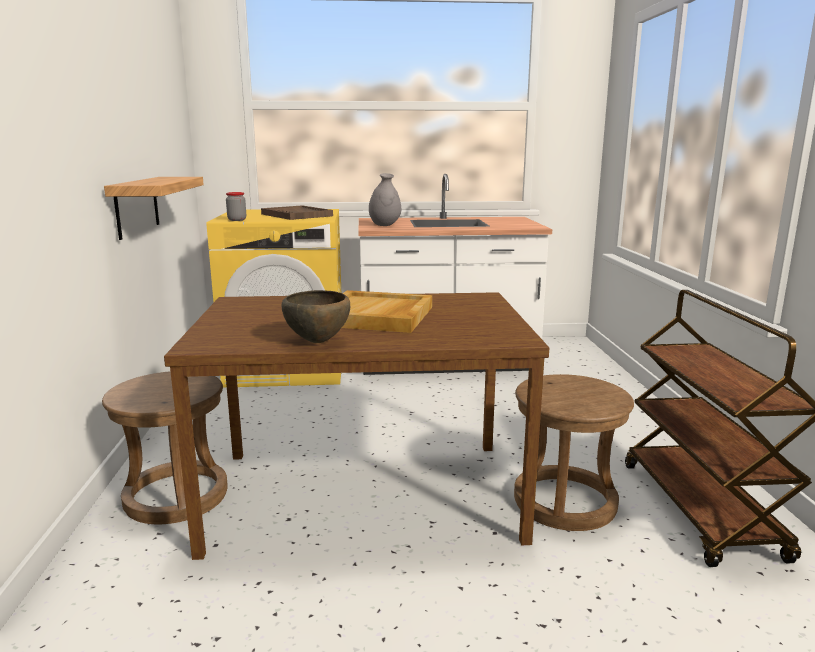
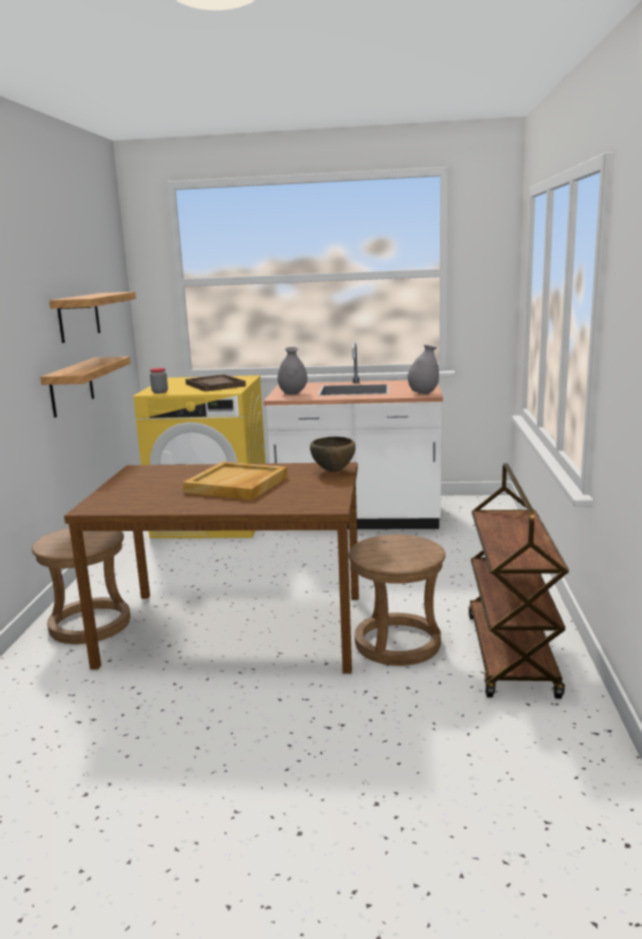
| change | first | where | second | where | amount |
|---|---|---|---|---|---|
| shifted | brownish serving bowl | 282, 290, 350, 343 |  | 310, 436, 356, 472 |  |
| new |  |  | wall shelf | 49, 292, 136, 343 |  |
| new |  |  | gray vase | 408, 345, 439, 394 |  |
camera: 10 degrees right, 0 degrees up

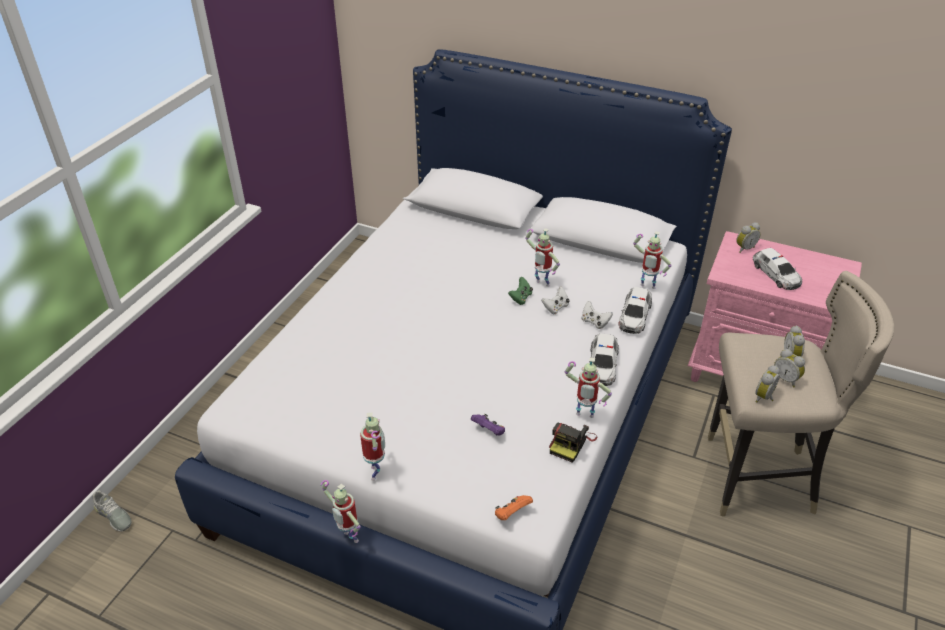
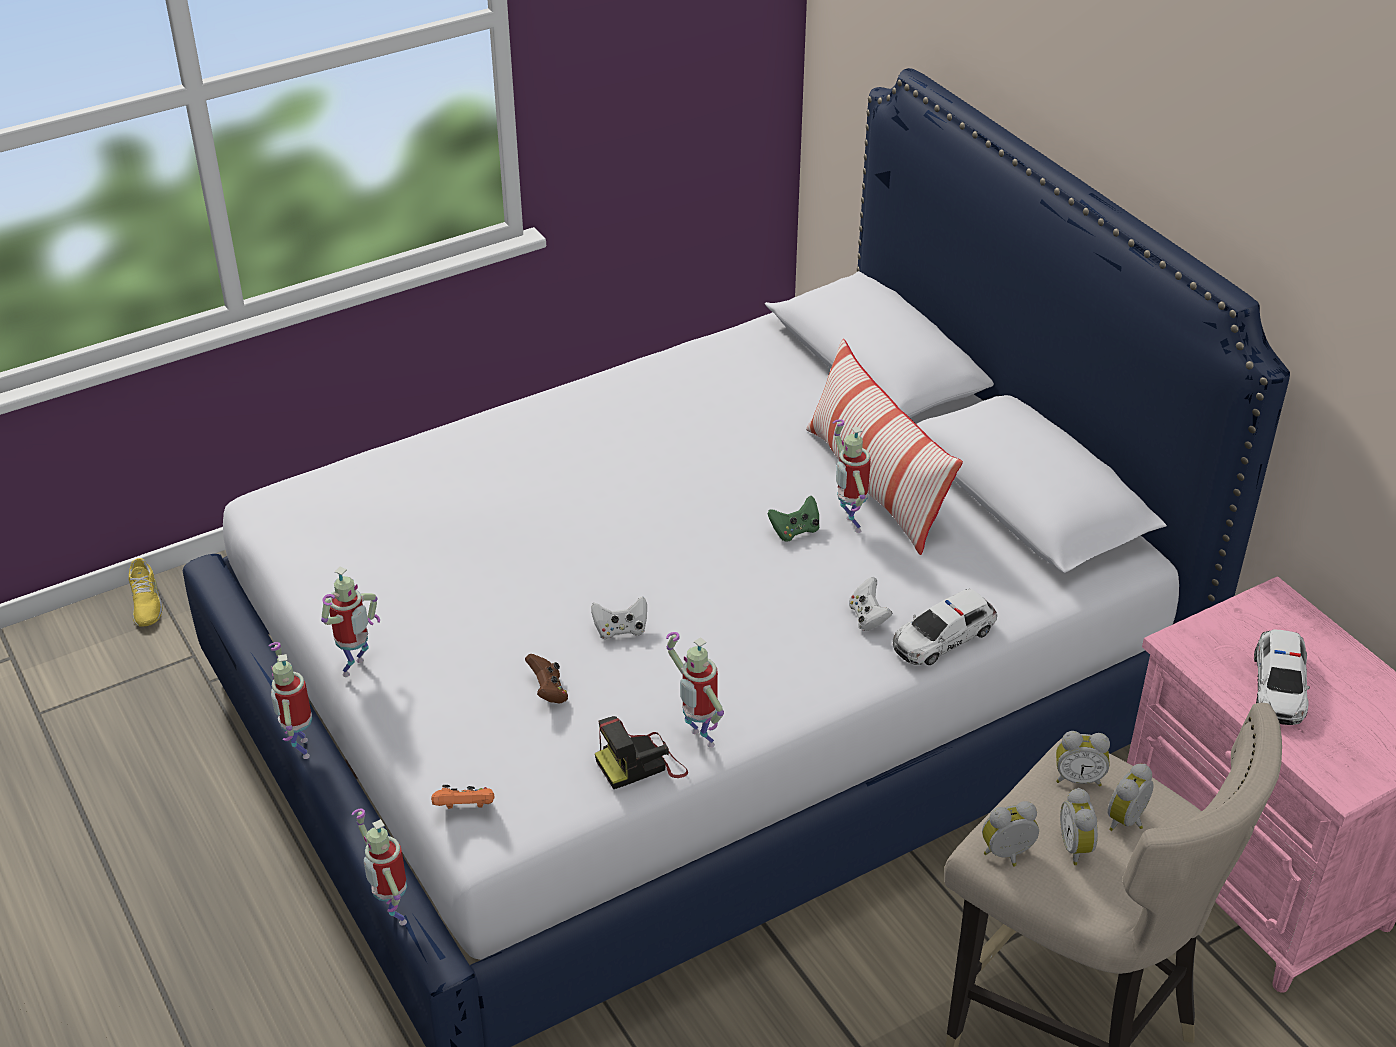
| change | first | where | second | where | amount |
|---|---|---|---|---|---|
| shifted | table clock | 736, 223, 761, 253 |  | 1056, 731, 1110, 786 |  |
| shifted | model robot | 633, 231, 672, 289 |  | 352, 809, 407, 926 |  |
| shifted | white-coloured gamepad | 542, 286, 569, 314 |  | 591, 597, 647, 640 |  |
| gone | toy car | 589, 334, 619, 386 |  |  |  |
| repainted | purple-coloured gamepad | 471, 414, 505, 436 | brownish gamepad | 525, 654, 568, 704 |  |
| repainted | gray shoe | 93, 491, 132, 532 | yellow shoe | 129, 558, 163, 627 |  |
| new |  |  | throw pillow | 806, 338, 963, 555 |  |
camera: 35 degrees right, 0 degrees up

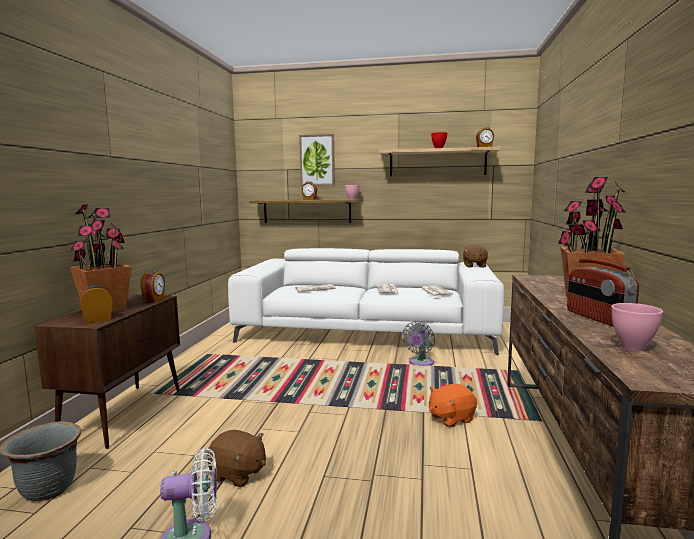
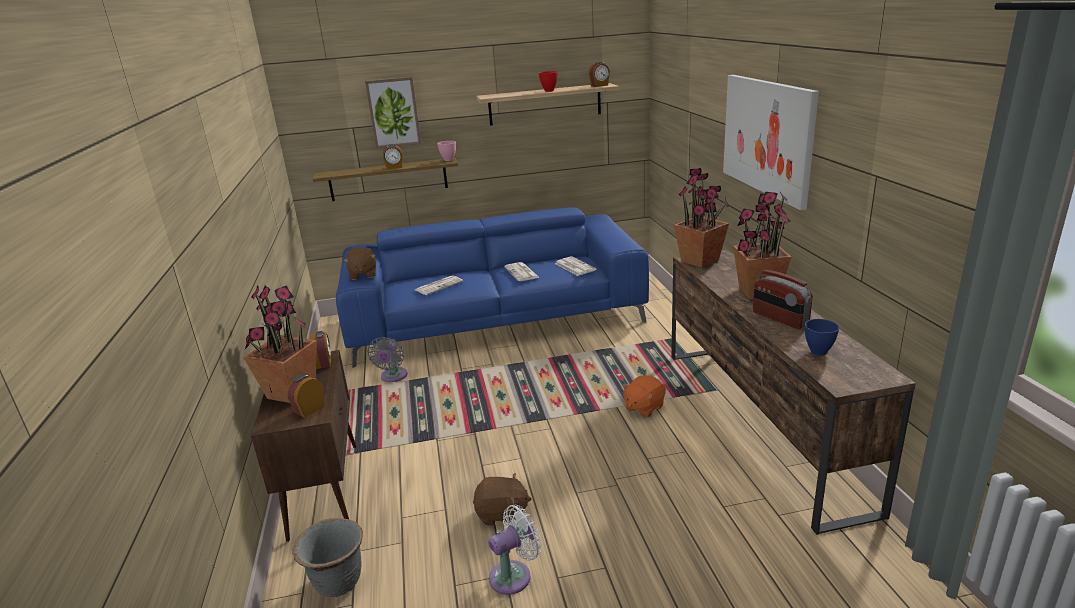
| change | first | where | second | where | amount |
|---|---|---|---|---|---|
| shifted | brownish plush toy | 463, 244, 490, 268 |  | 343, 247, 376, 280 |  |
| repainted | white-coloured settee | 228, 248, 504, 355 | bluish settee | 336, 207, 649, 368 |  |
| repainted | pink-coloured serving bowl | 611, 303, 663, 351 | bluish serving bowl | 805, 319, 839, 356 |  |
| shifted | gray electric fan | 402, 321, 435, 366 |  | 367, 337, 408, 382 |  |
| new |  |  | wall picture | 723, 75, 819, 210 |  |
| new |  |  | plant in a pot | 674, 168, 729, 268 |  |
camera: 20 degrees left, 15 degrees up

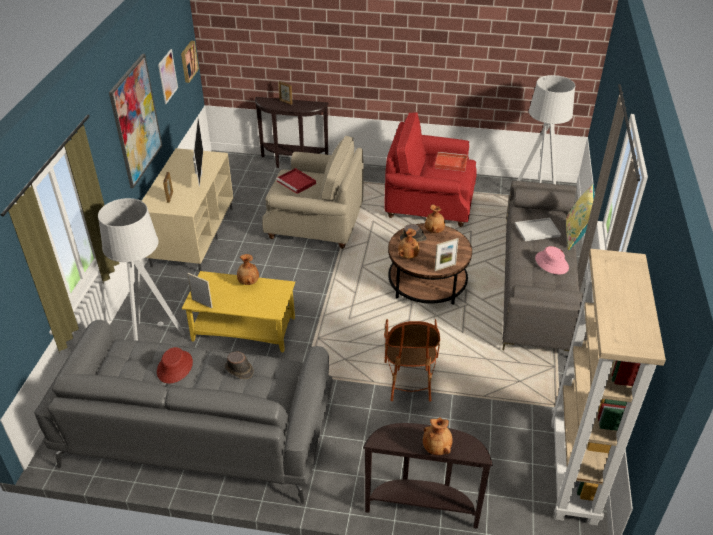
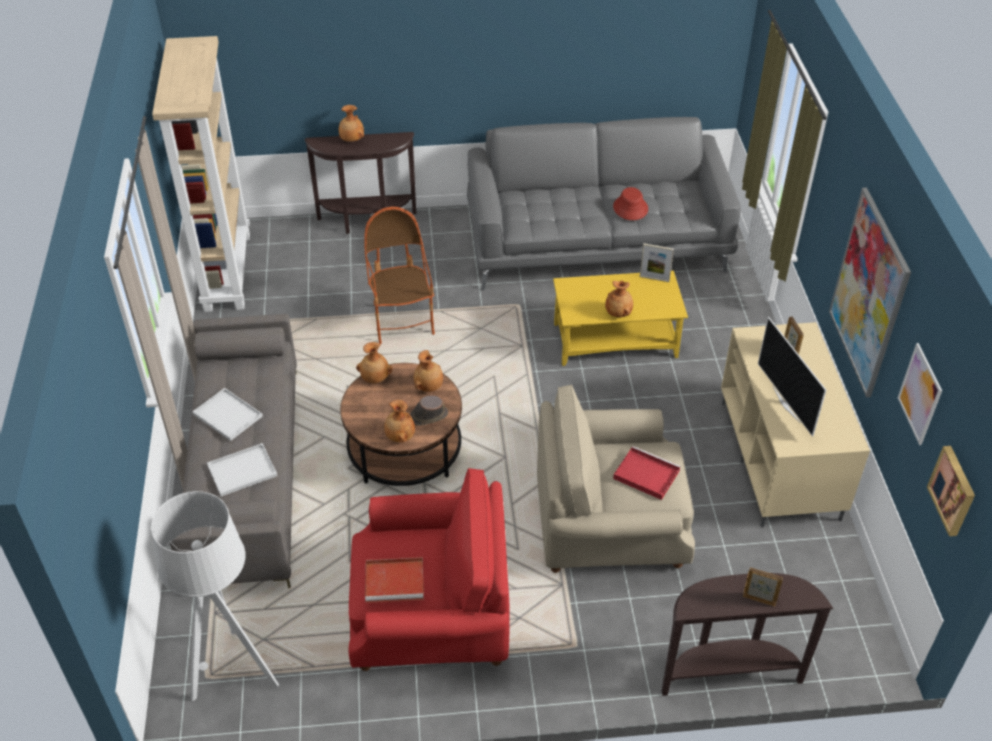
| change | first | where | second | where | amount |
|---|---|---|---|---|---|
| gone | yellow throw pillow | 566, 184, 595, 250 |  |  |  |
| gone | gray standing lamp | 98, 198, 185, 341 |  |  |  |
| swapped | picture frame | 435, 238, 459, 271 | brownish vase | 356, 342, 393, 383 |  |
| swapped | pink-coloured wearable hat | 535, 246, 569, 274 | white-coloured tray | 192, 388, 263, 441 |  |
| gone | brownish wearable hat | 225, 351, 254, 379 |  |  |  |
camera: 165 degrees right, 5 degrees up

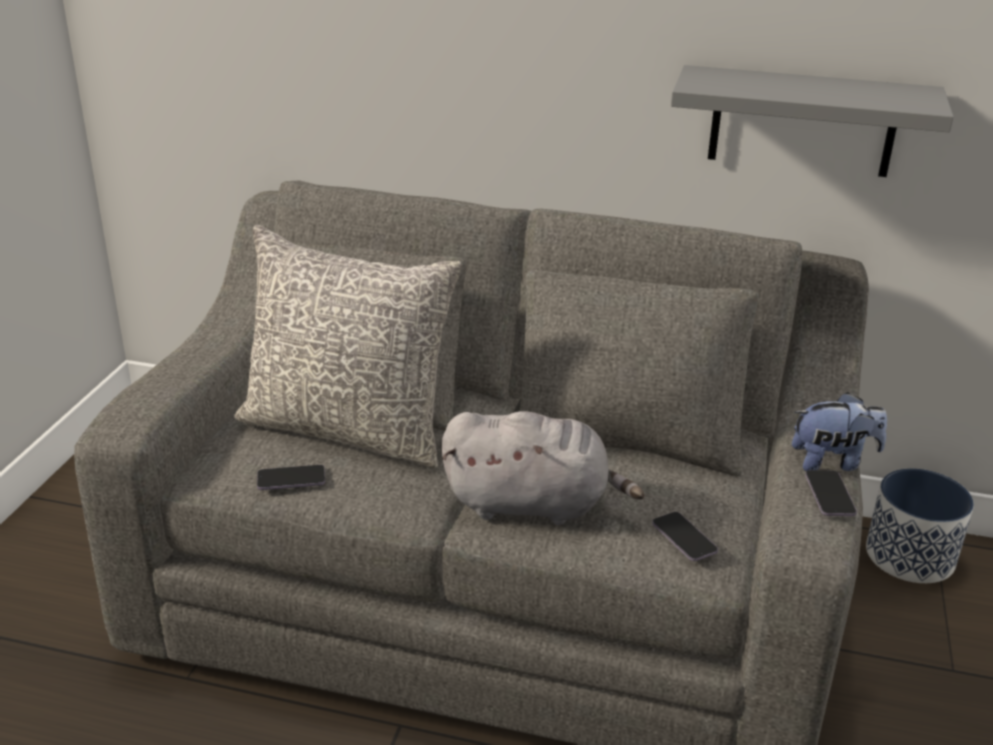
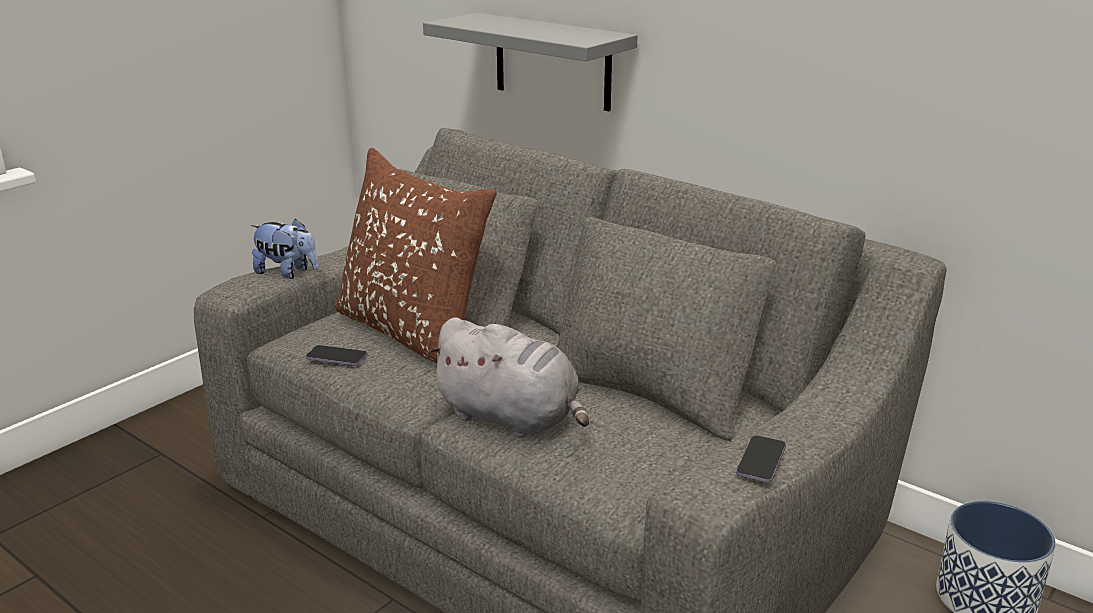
| change | first | where | second | where | amount |
|---|---|---|---|---|---|
| shifted | gray wall shelf | 671, 65, 954, 177 |  | 423, 13, 638, 111 |  |
| repainted | gray throw pillow | 235, 225, 462, 468 | brownish throw pillow | 335, 148, 497, 363 |  |
| shifted | plush toy | 792, 392, 887, 471 |  | 251, 218, 319, 279 |  |
| gone | handset | 652, 512, 718, 561 |  |  |  |
camera: 25 degrees right, 5 degrees down

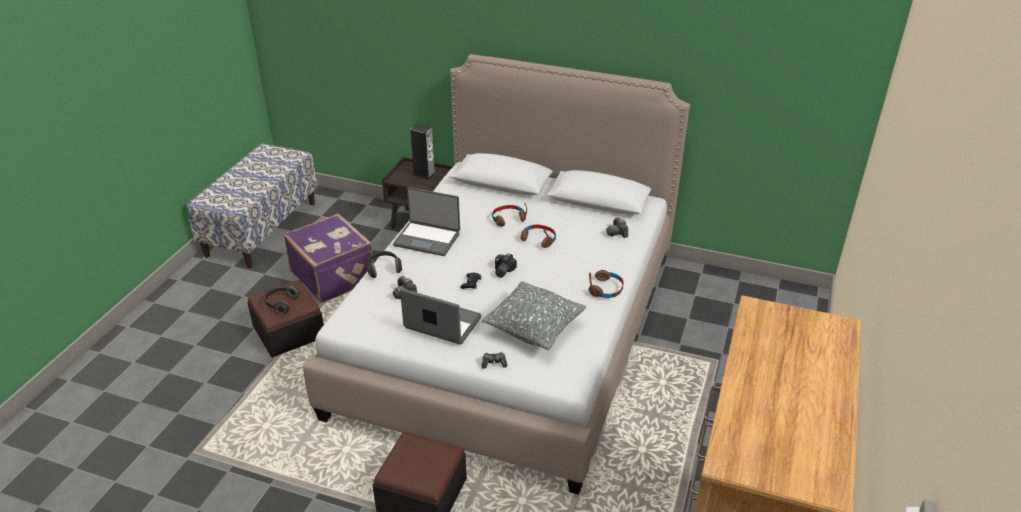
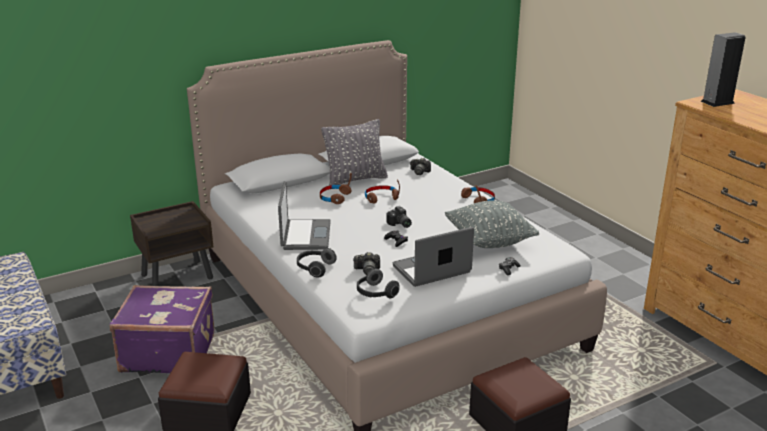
| change | first | where | second | where | amount |
|---|---|---|---|---|---|
| shifted | audio speaker | 410, 124, 436, 180 |  | 701, 32, 745, 107 |  |
| rotated | portable computer | 393, 187, 460, 256 |  | 278, 181, 331, 250 | 60 degrees counterclockwise |
| shifted | headset | 264, 285, 300, 313 |  | 357, 268, 400, 298 |  |
| new |  |  | gray throw pillow | 321, 119, 388, 186 |  |
camera: 50 degrees left, 10 degrees down

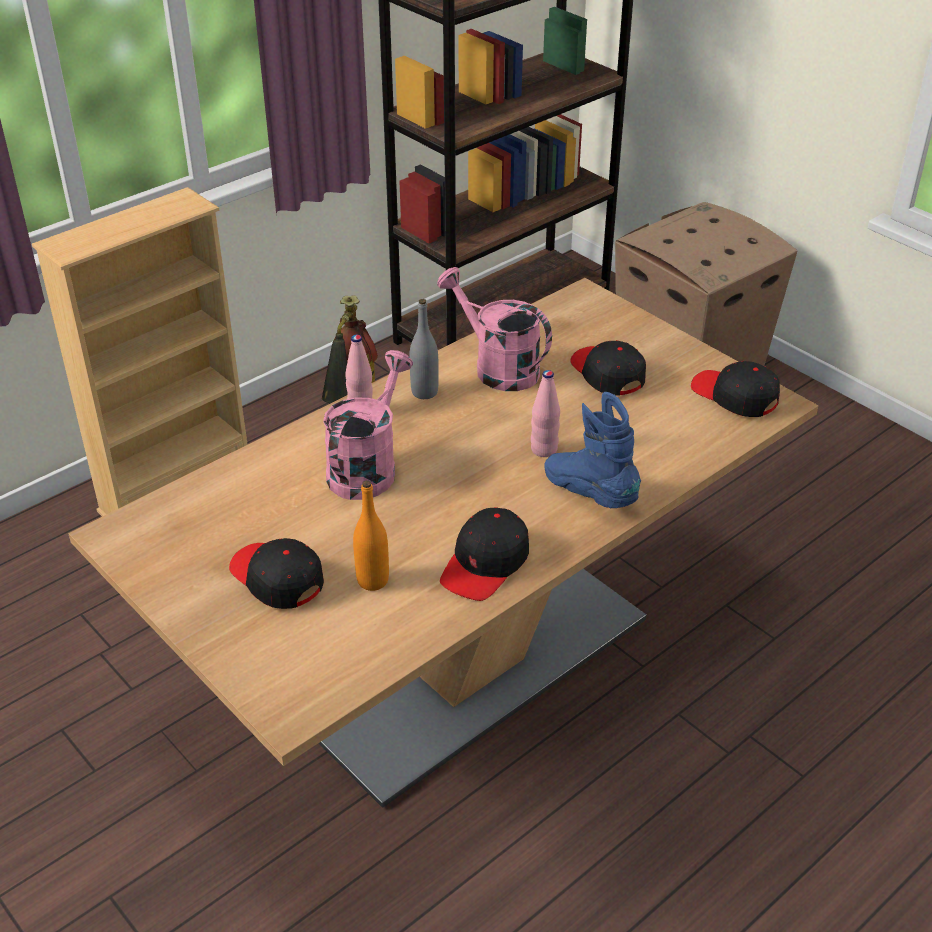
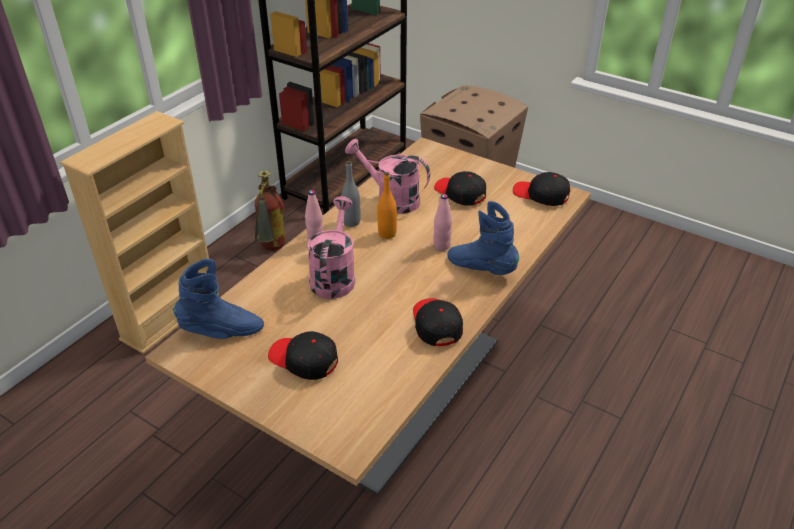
| change | first | where | second | where | amount |
|---|---|---|---|---|---|
| shifted | orangey bottle | 353, 481, 389, 591 |  | 377, 172, 397, 239 |  |
| rotated | black-coloured peaked cap | 440, 507, 529, 601 |  | 413, 298, 463, 346 | 150 degrees clockwise |
| new |  |  | bluish boot | 173, 259, 264, 339 |  |
camera: 15 degrees left, 0 degrees up

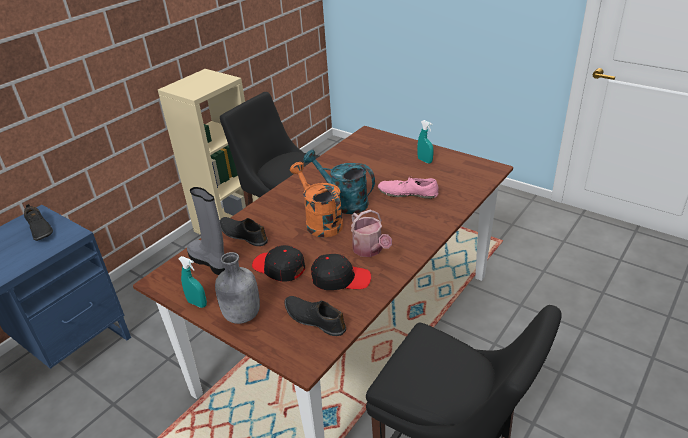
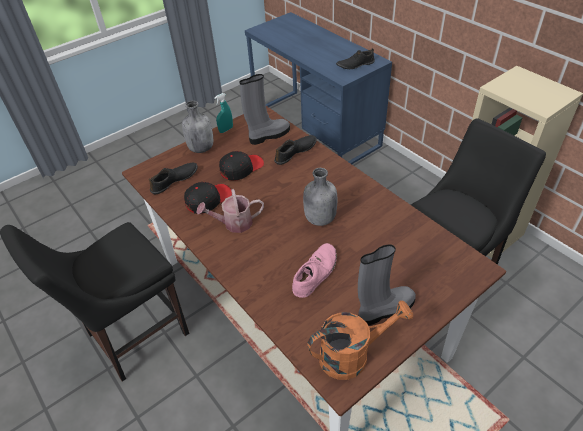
| change | first | where | second | where | amount |
|---|---|---|---|---|---|
| swapped | turquoise hand sprayer | 417, 120, 433, 163 | gray boot | 358, 244, 416, 326 |  |
| swapped | turquoise watering pot | 303, 150, 375, 214 | gray bottle | 303, 168, 337, 226 |  |
| shifted | orangey watering pot | 290, 162, 343, 237 |  | 307, 300, 413, 380 |  |
| rotated | black-coloured peaked cap | 311, 254, 371, 290 |  | 184, 182, 232, 214 | 150 degrees counterclockwise |
camera: 105 degrees right, 10 degrees up

